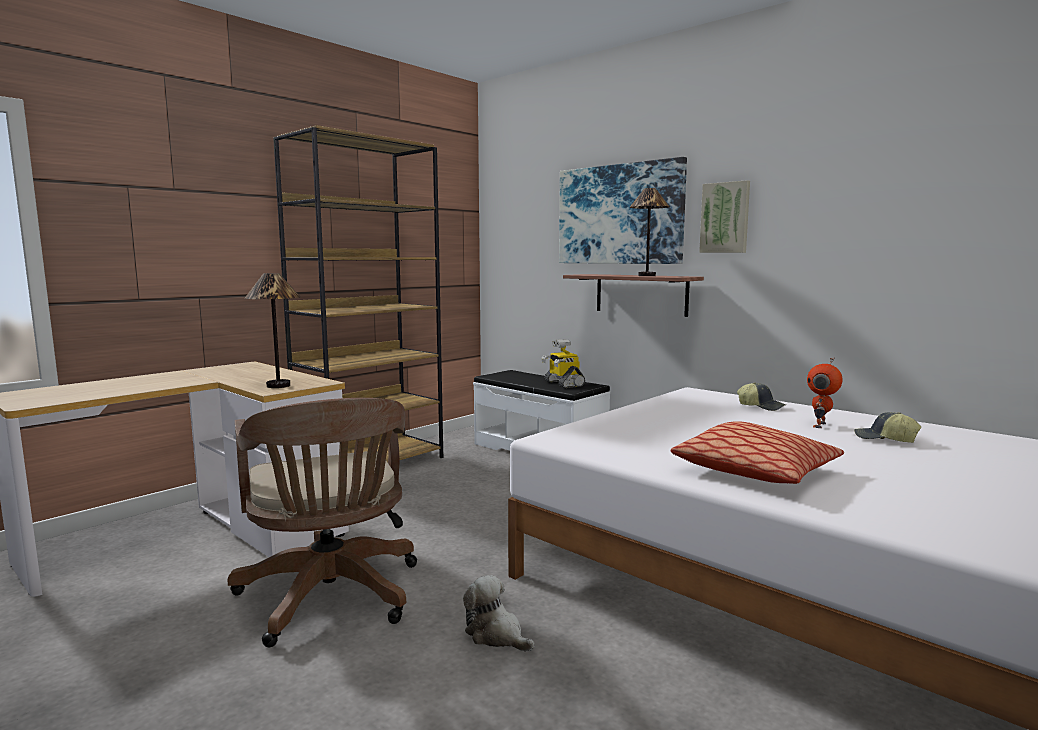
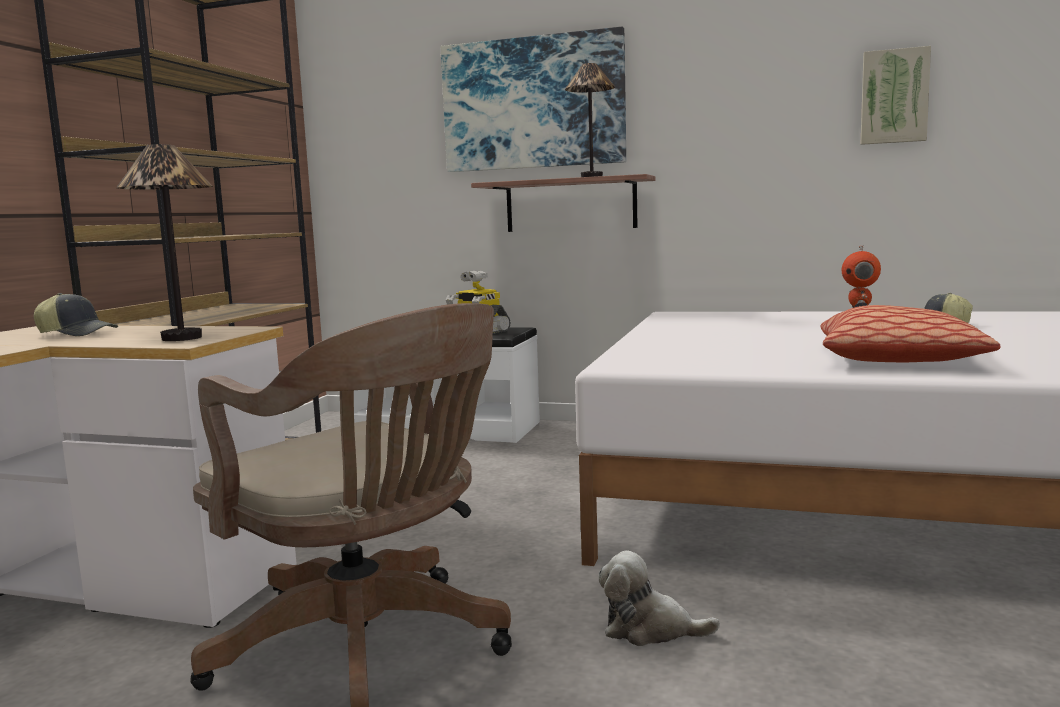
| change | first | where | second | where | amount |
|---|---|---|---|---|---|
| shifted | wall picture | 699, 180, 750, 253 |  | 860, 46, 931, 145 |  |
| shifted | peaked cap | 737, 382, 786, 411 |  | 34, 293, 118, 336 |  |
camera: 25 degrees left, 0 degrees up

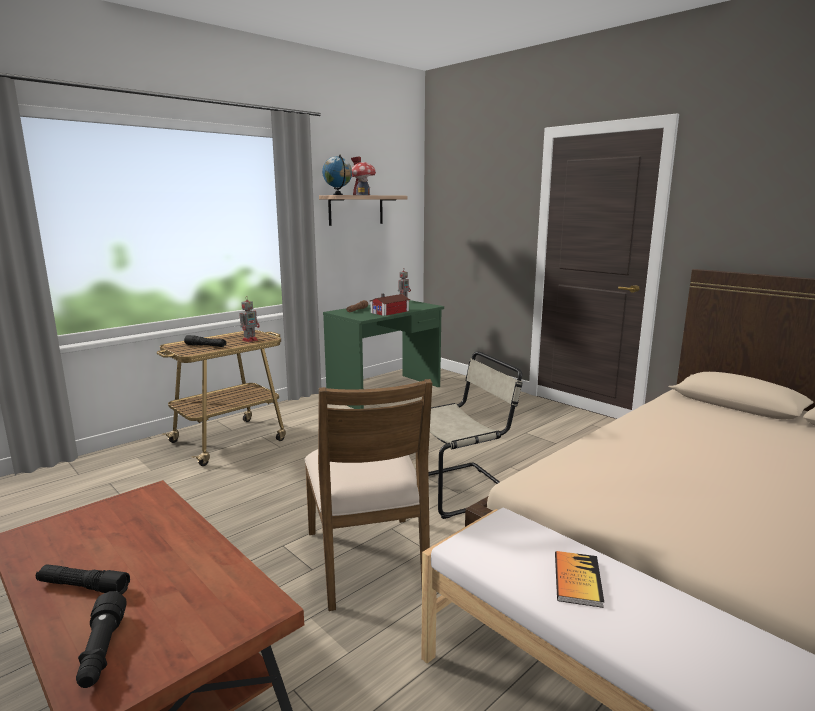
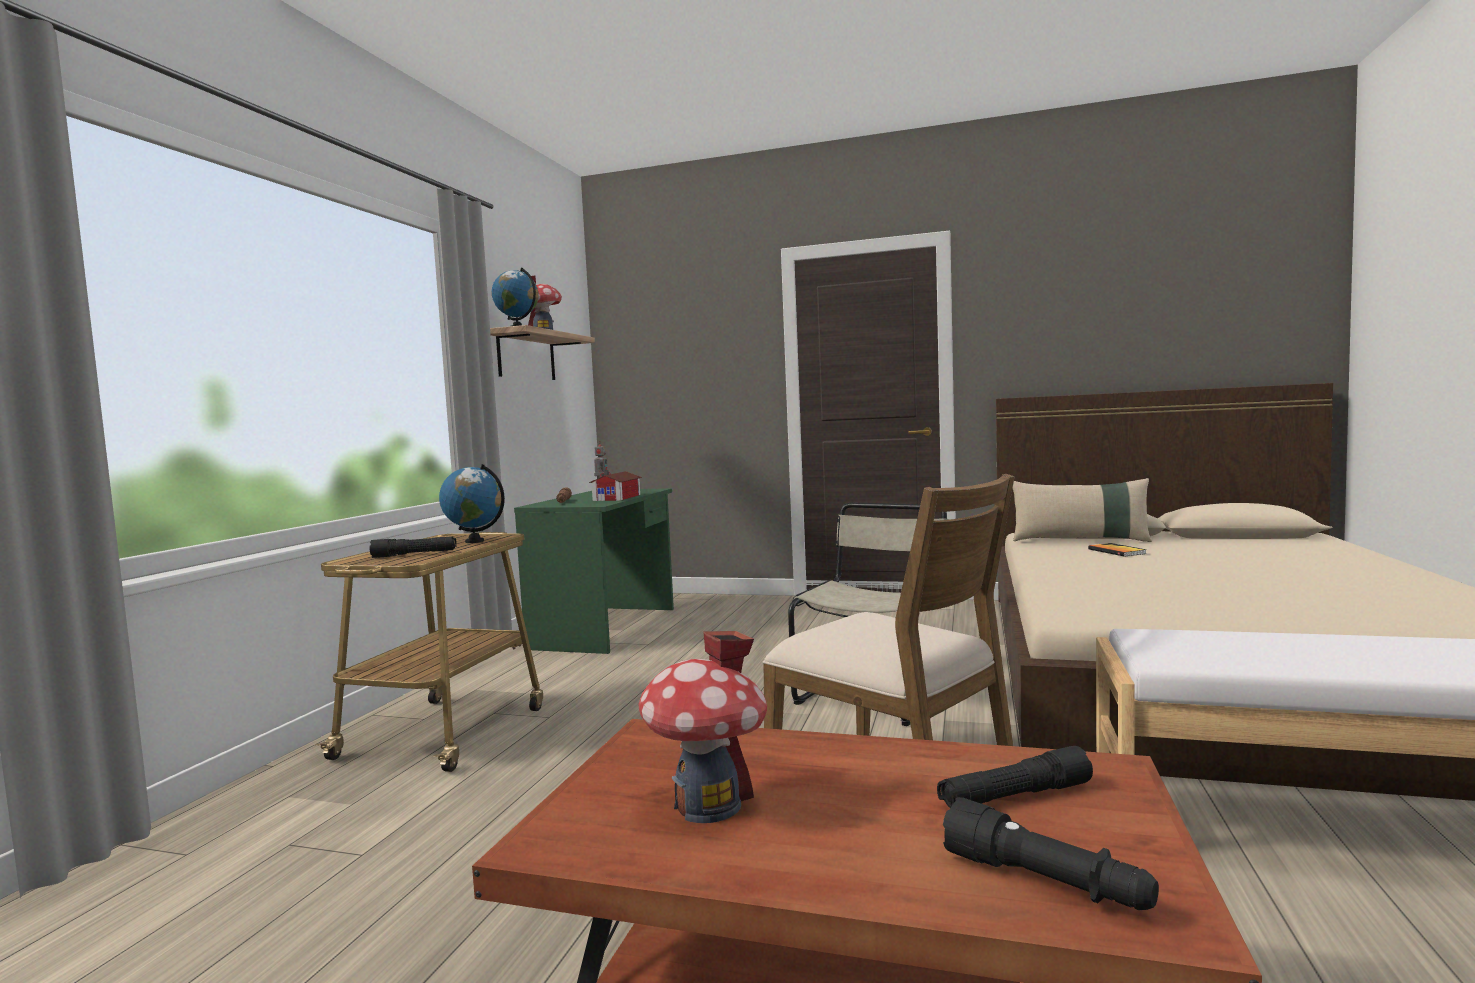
| change | first | where | second | where | amount |
|---|---|---|---|---|---|
| swapped | model robot | 239, 299, 260, 342 | globe | 439, 464, 505, 543 |  |
| shifted | book | 555, 551, 604, 608 |  | 1088, 543, 1147, 557 |  |
| shifted | black-coloured hand torch | 36, 564, 130, 594 |  | 937, 746, 1093, 808 |  |
| new |  |  | sand-coloured throw pillow | 1013, 478, 1152, 542 |  |
| new |  |  | toy house | 638, 631, 767, 823 |  |
camera: 30 degrees left, 10 degrees down

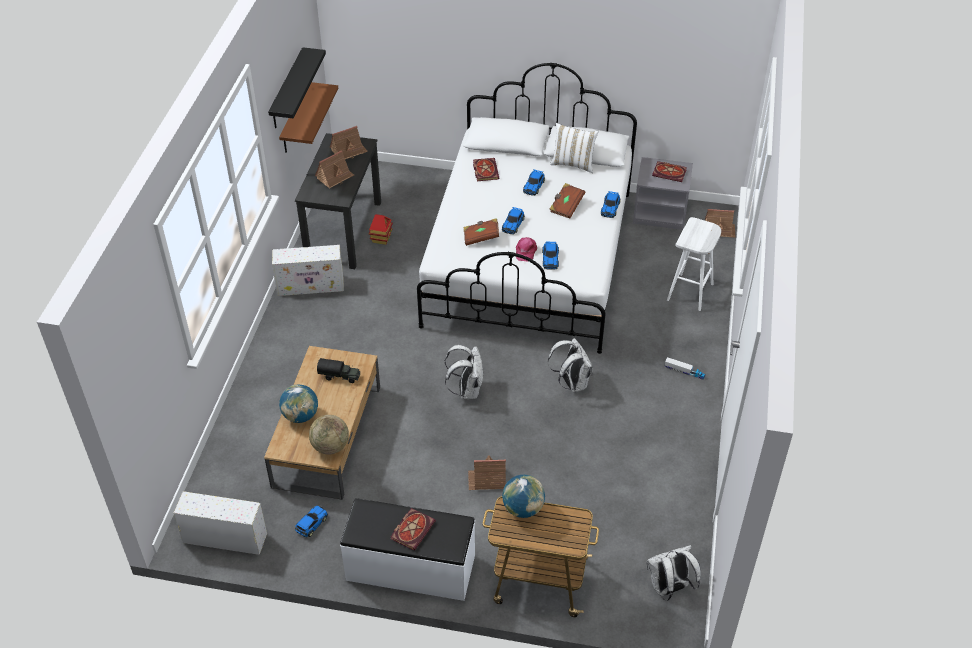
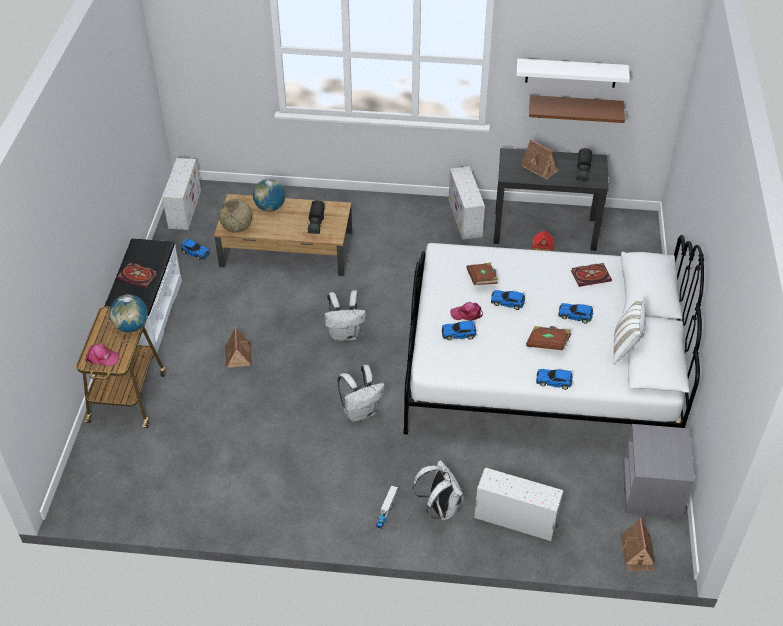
| change | first | where | second | where | amount |
|---|---|---|---|---|---|
| repainted | black-coloured wall shelf | 268, 47, 326, 128 | white-coloured wall shelf | 516, 58, 630, 88 |  |
| swapped | toy house | 330, 126, 368, 159 | toy truck | 576, 148, 592, 181 |  |
| gone | book | 652, 161, 687, 182 |  |  |  |
| swapped | white-coloured sitting stool | 667, 217, 721, 311 | white-coloured storage container | 474, 468, 563, 541 |  |
| shifted | white-coloured rucksack | 647, 545, 701, 601 |  | 412, 460, 464, 520 |  |
| new |  |  | pink-coloured peaked cap | 85, 344, 120, 366 |  |
camera: 85 degrees right, 0 degrees up

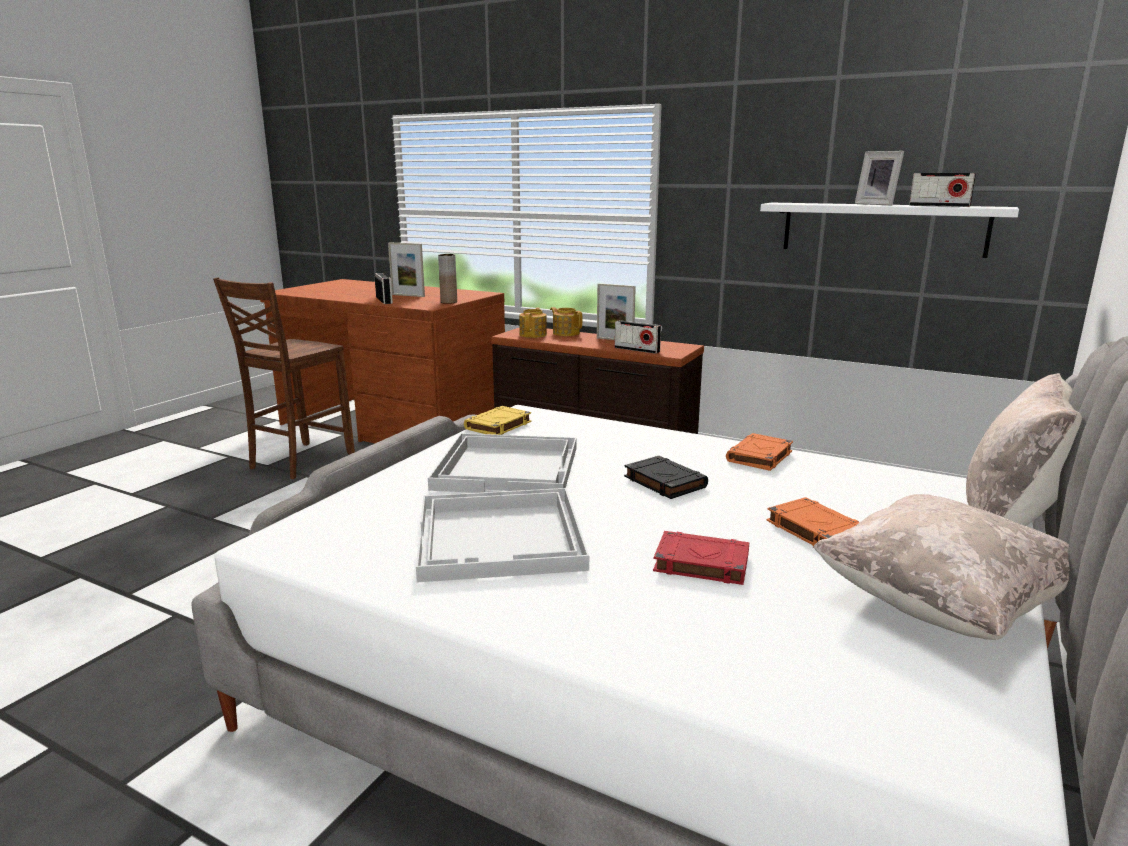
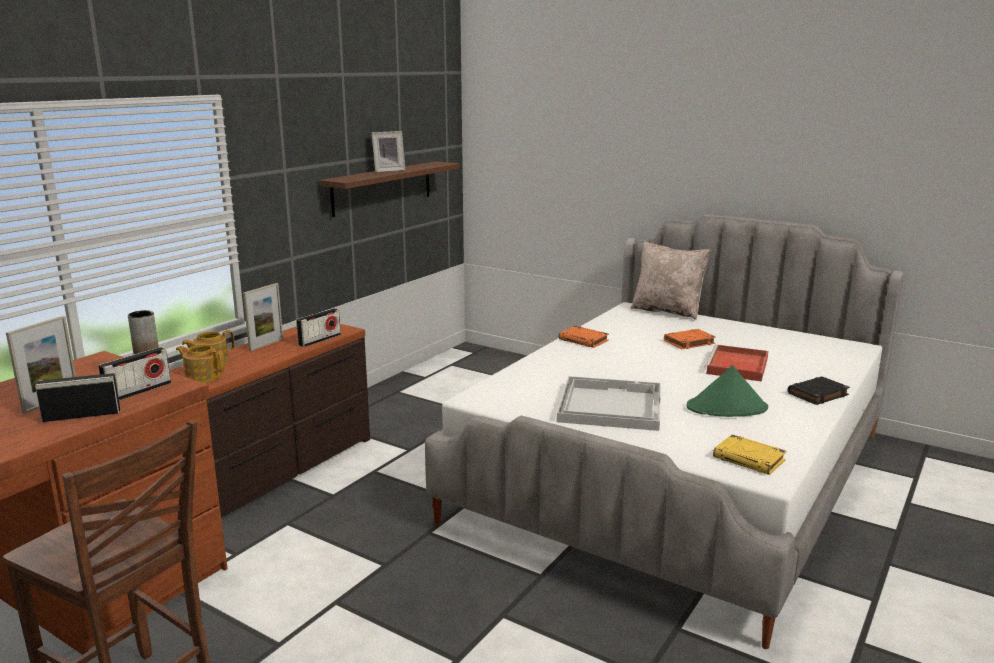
| change | first | where | second | where | amount |
|---|---|---|---|---|---|
| shifted | radio set | 909, 173, 976, 207 |  | 98, 347, 171, 400 |  |
| repainted | white-coloured wall shelf | 760, 203, 1019, 258 | brownish wall shelf | 319, 161, 460, 217 |  |
| shifted | yellow book | 464, 406, 531, 435 |  | 713, 435, 787, 475 |  |
| shifted | black-coloured book | 624, 456, 708, 499 |  | 788, 376, 850, 405 |  |
| swapped | white-coloured tray | 416, 488, 589, 582 | green-coloured wearable hat | 686, 365, 768, 417 |  |
| gone | sand-coloured throw pillow | 813, 494, 1069, 640 |  |  |  |
| swapped | red book | 653, 531, 749, 585 | red tray | 704, 345, 768, 382 |  |
camera: 85 degrees left, 0 degrees up

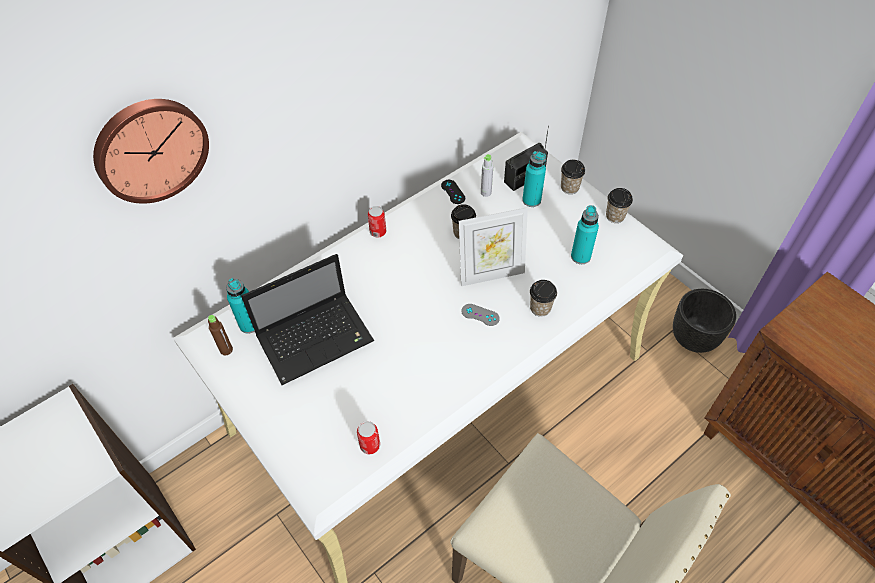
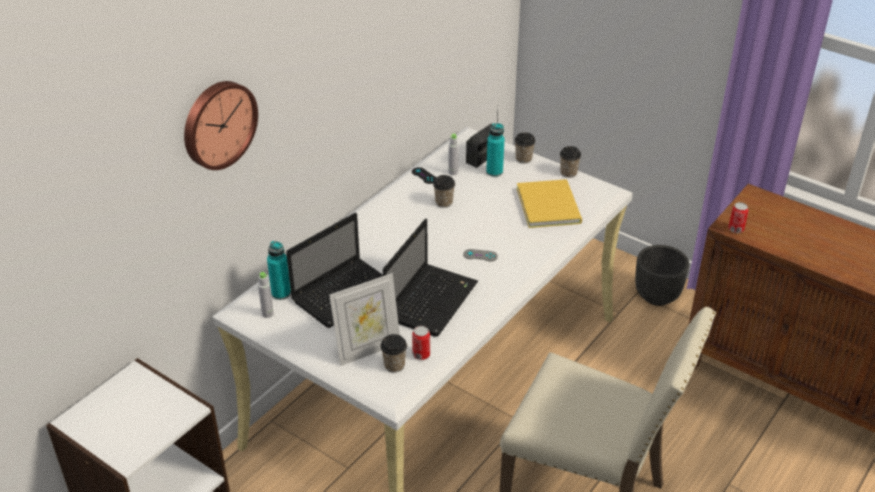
| change | first | where | second | where | amount |
|---|---|---|---|---|---|
| swapped | turquoise bottle | 571, 205, 599, 264 | yellow book | 517, 179, 582, 228 |  |
| shifted | metal can | 368, 206, 386, 238 |  | 728, 202, 748, 233 |  |
| shifted | picture frame | 459, 207, 528, 286 |  | 329, 273, 400, 366 |  |
| shifted | small cup | 530, 280, 557, 317 |  | 380, 334, 407, 373 |  |
| repainted | brownish bottle | 208, 315, 233, 355 | gray bottle | 258, 272, 274, 318 |  |
| new |  |  | portable computer | 383, 218, 478, 337 |  |
camera: 15 degrees left, 15 degrees down

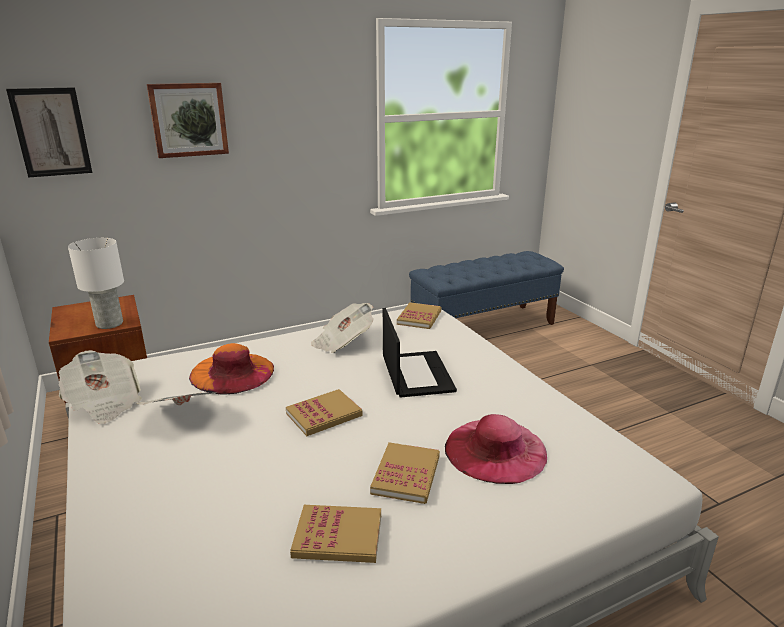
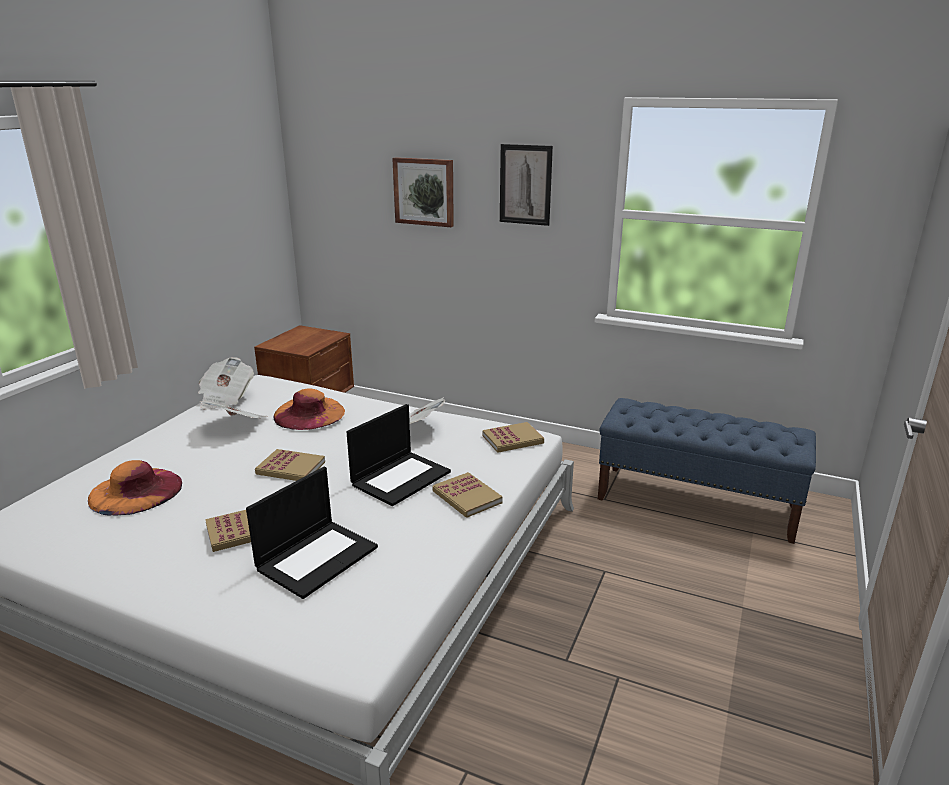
| change | first | where | second | where | amount |
|---|---|---|---|---|---|
| shifted | wall picture | 6, 87, 92, 178 |  | 500, 144, 553, 226 |  |
| gone | white-coloured lamp for a table | 68, 238, 124, 329 |  |  |  |
| swapped | pink-coloured wearable hat | 445, 414, 547, 484 | portable computer | 246, 467, 378, 599 |  |
| shifted | book | 290, 505, 381, 563 |  | 433, 472, 503, 518 |  |
| new |  |  | orangey wearable hat | 88, 460, 182, 515 |  |
camera: 50 degrees right, 0 degrees up

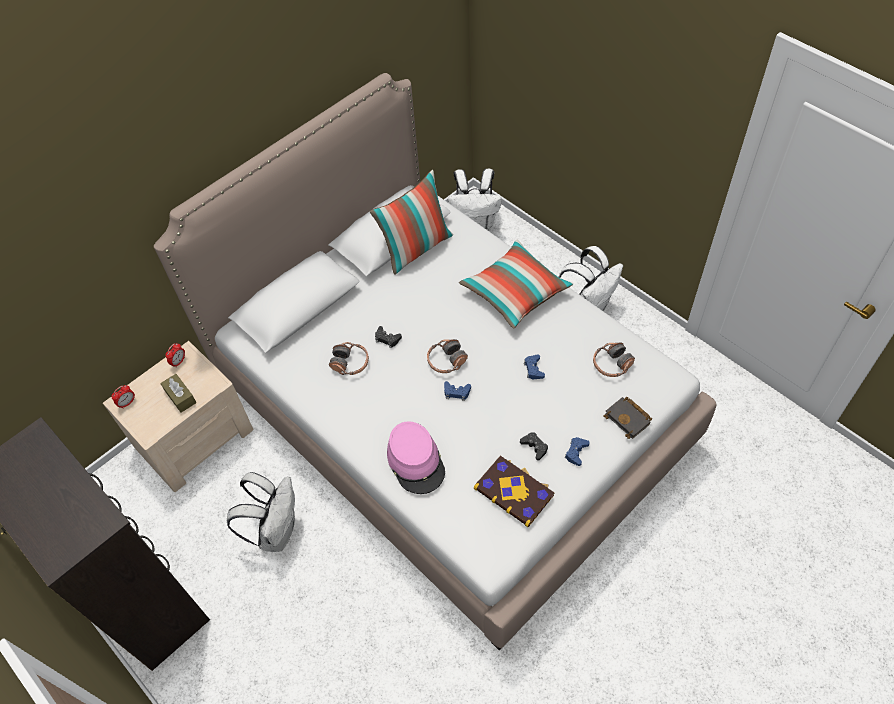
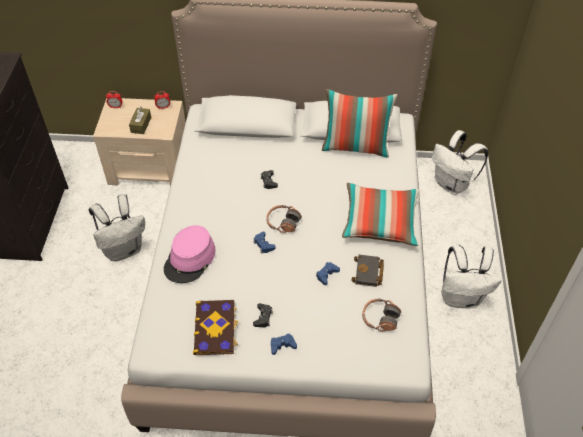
| change | first | where | second | where | amount |
|---|---|---|---|---|---|
| gone | headset | 329, 342, 369, 375 |  |  |  |
| shifted | black-coloured book | 603, 397, 652, 439 |  | 351, 255, 384, 287 |  |
camera: 45 degrees right, 5 degrees down

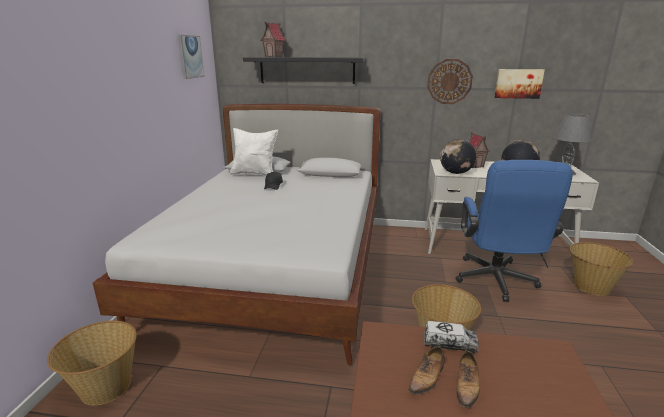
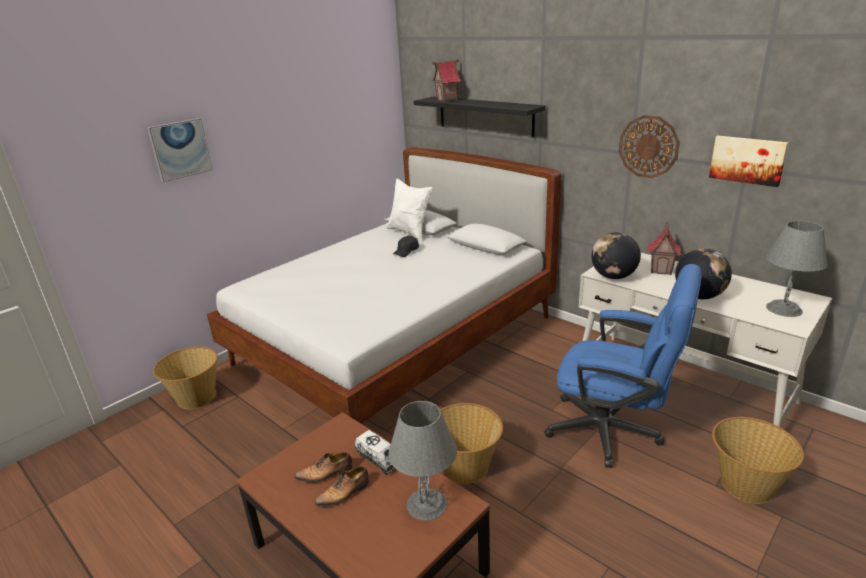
| change | first | where | second | where | amount |
|---|---|---|---|---|---|
| shifted | wall picture | 178, 35, 205, 79 |  | 147, 118, 212, 182 |  |
| rotated | bluish computer chair | 455, 160, 573, 302 |  | 544, 264, 701, 468 | 105 degrees counterclockwise |
| new |  |  | gray lamp for a table | 388, 401, 457, 521 |  |
camera: 35 degrees right, 5 degrees up

